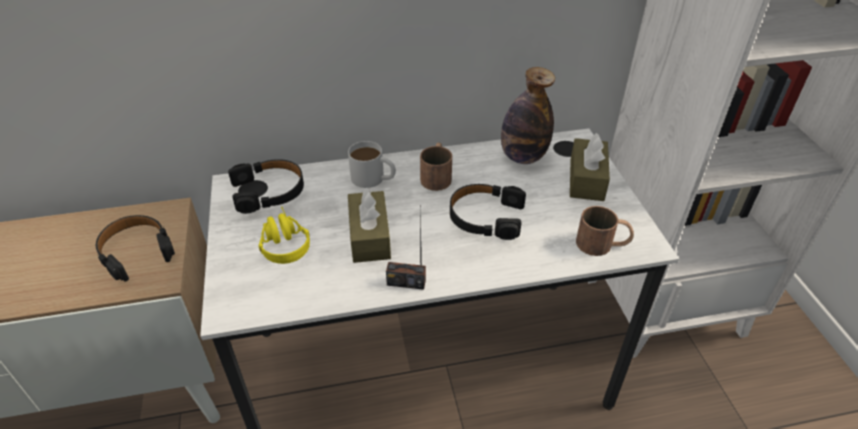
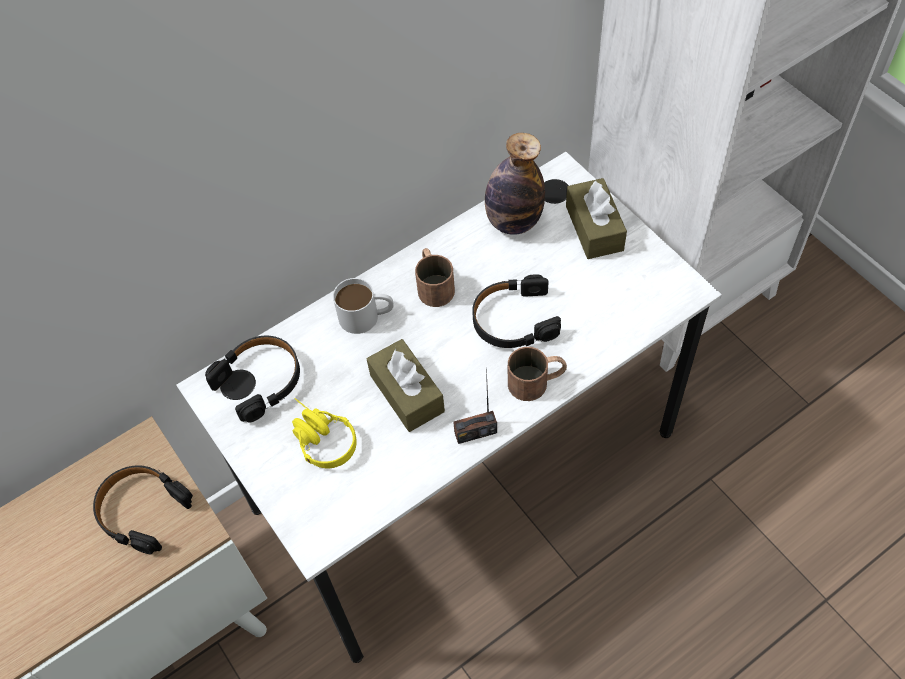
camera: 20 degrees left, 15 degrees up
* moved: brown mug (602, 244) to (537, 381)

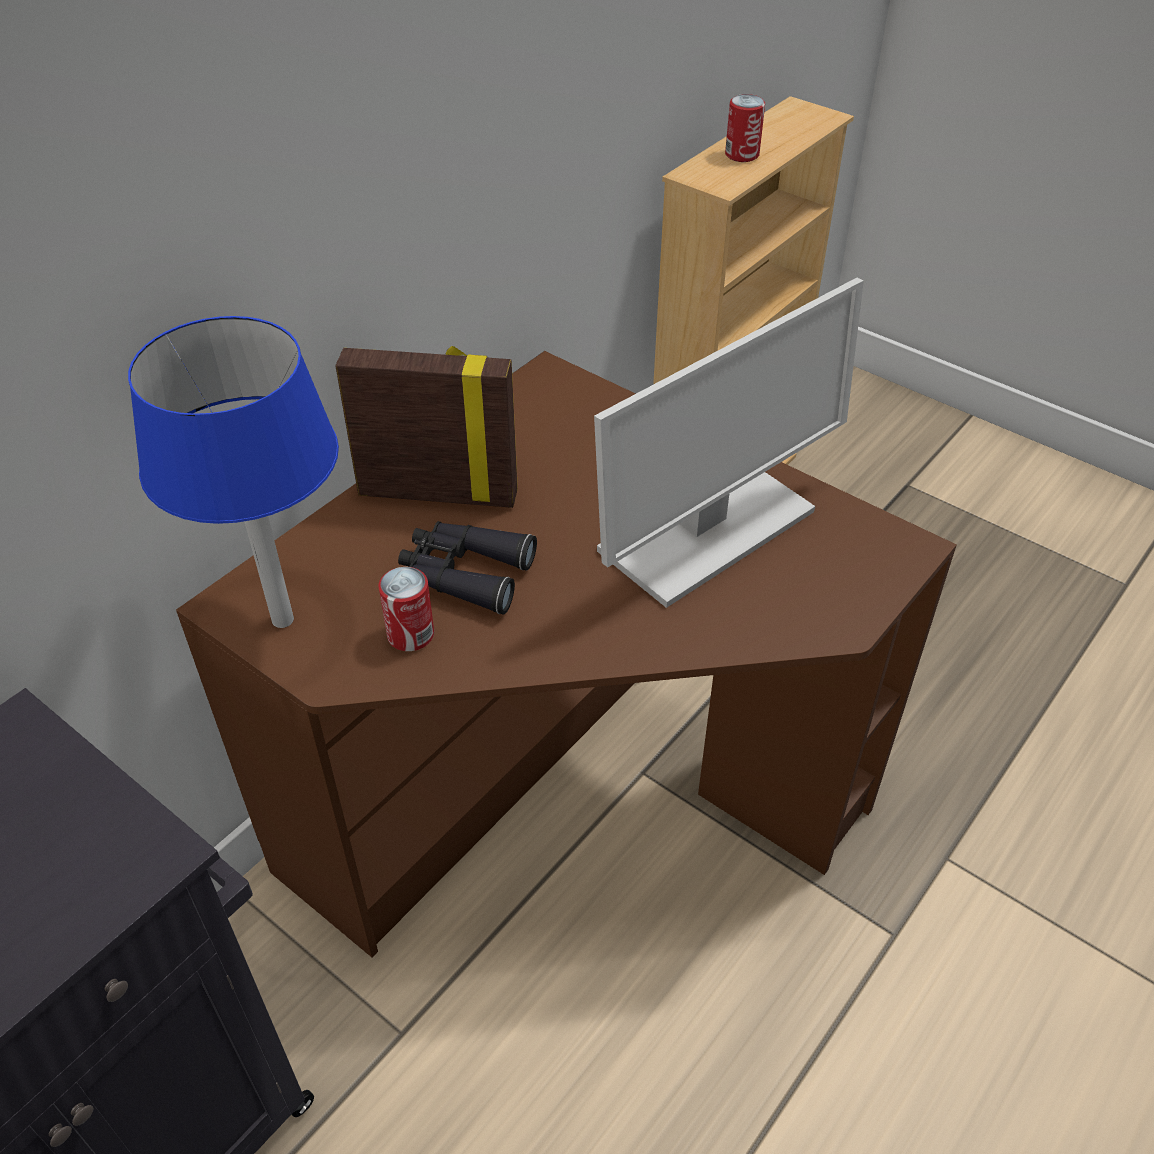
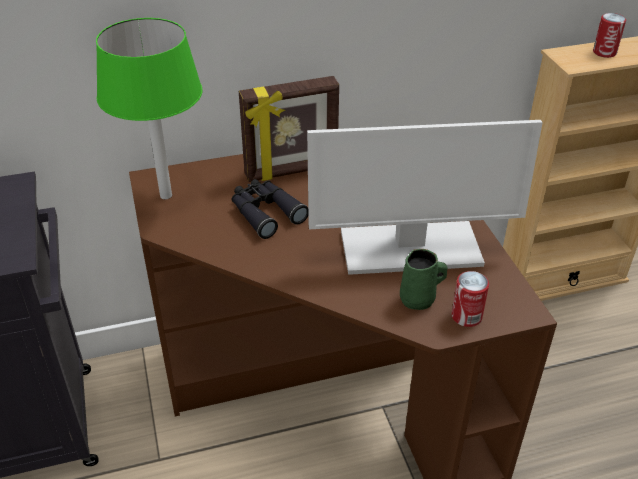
camera: 35 degrees right, 5 degrees down
* recoloured: blue table lamp (283, 620) to green table lamp (166, 196)
* turned: picture frame (438, 492) = (291, 171) 120 degrees clockwise
* moved: can (410, 634) to (466, 316)
* added: green mug (419, 299)

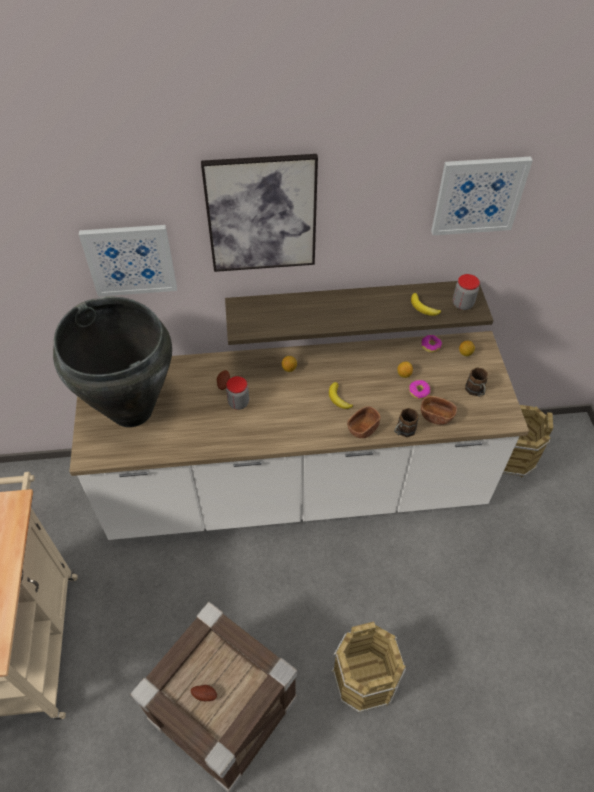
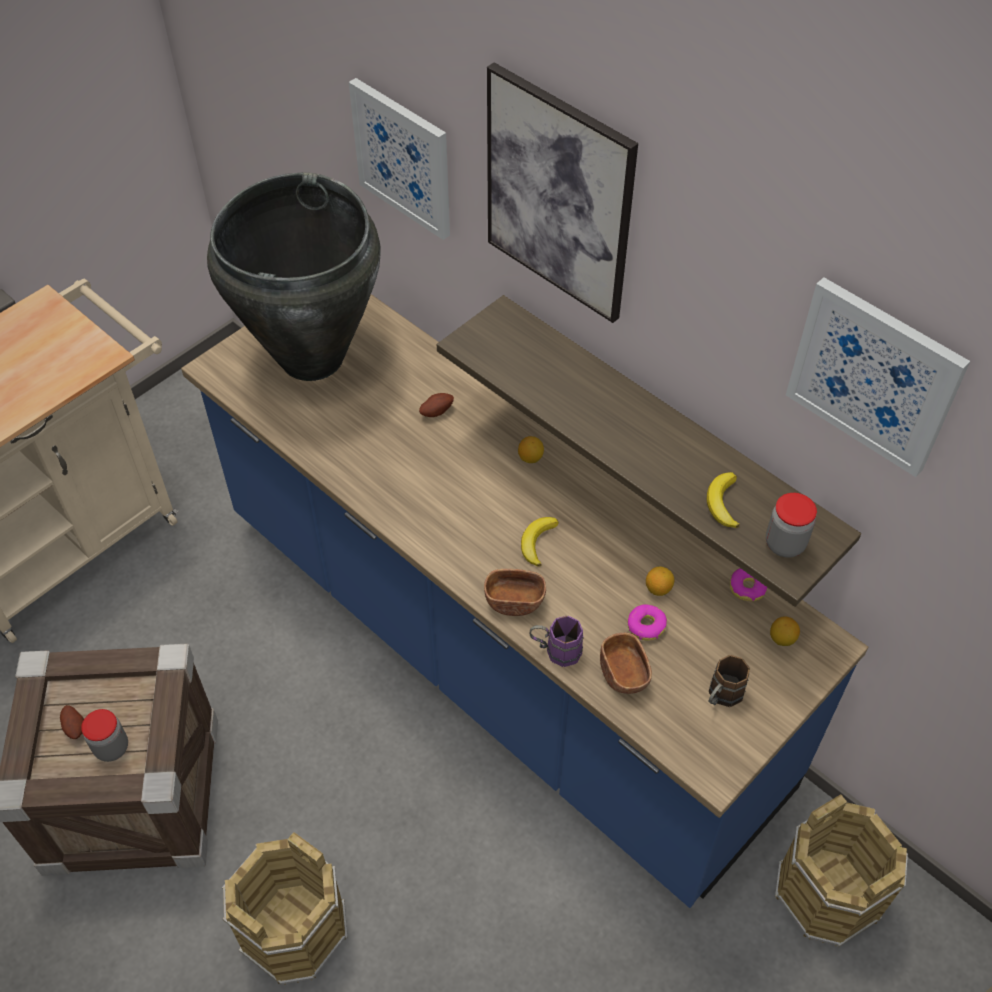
camera: 50 degrees right, 0 degrees up
* recoloured: white counter (296, 487) to blue counter (496, 651)
* moved: jar (238, 403) to (111, 748)
* recoloured: brown mug (403, 432) to purple mug (555, 650)

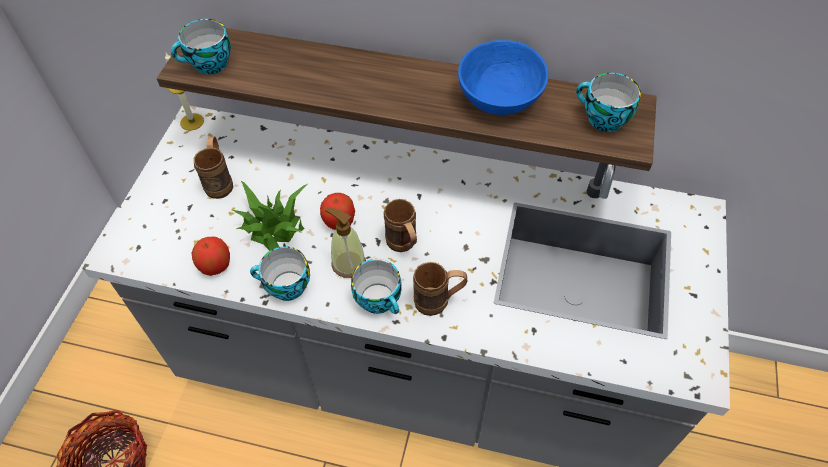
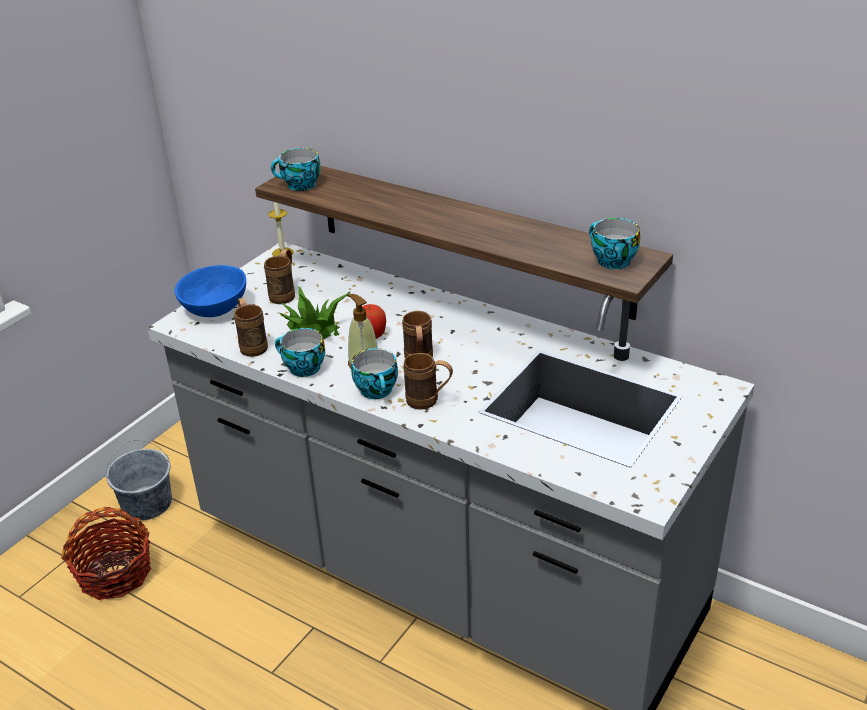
camera: 20 degrees right, 20 degrees down
* moved: blue bowl (498, 97) to (215, 308)
* replaced: apple (215, 266) to brown mug (252, 345)
* added: grey bucket (146, 504)

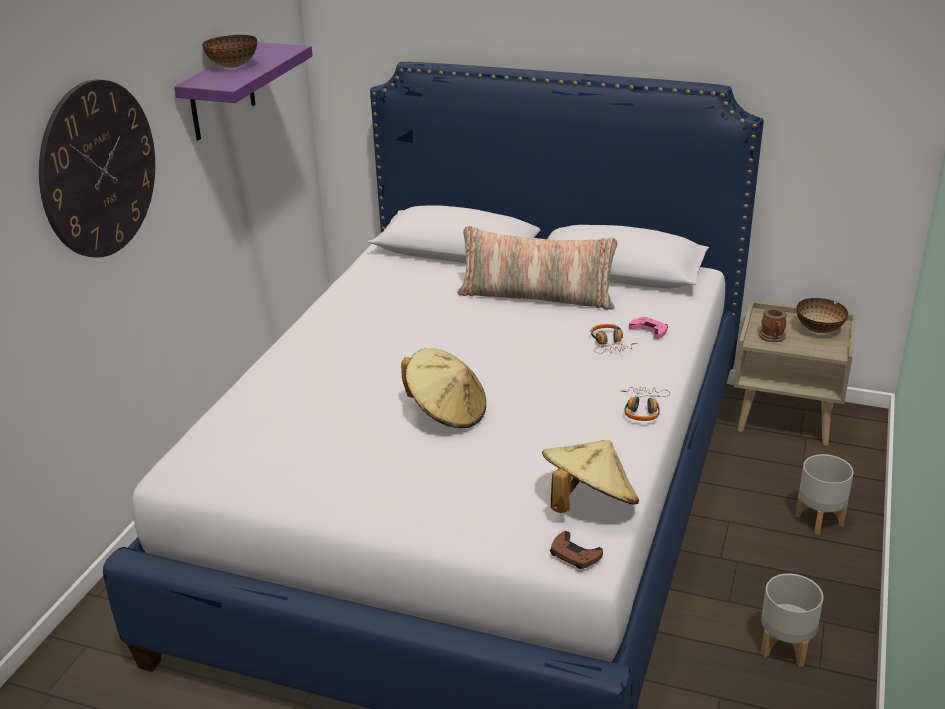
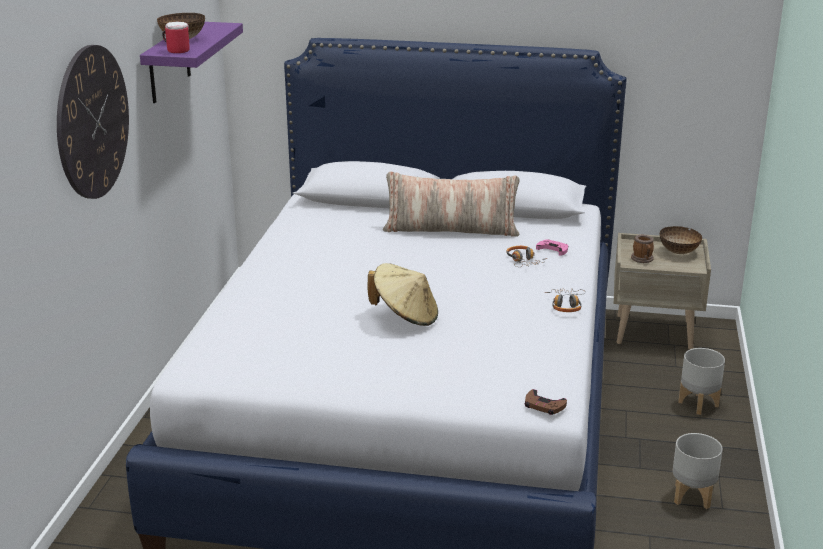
camera: 10 degrees left, 5 degrees down
* removed: beige hat (588, 503)
* added: mug (176, 50)

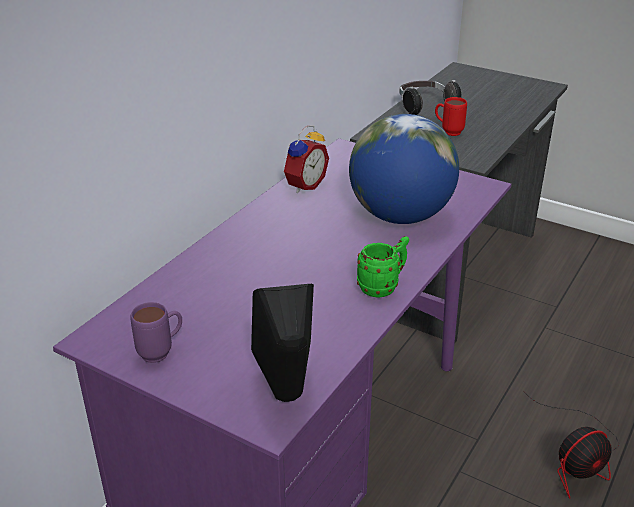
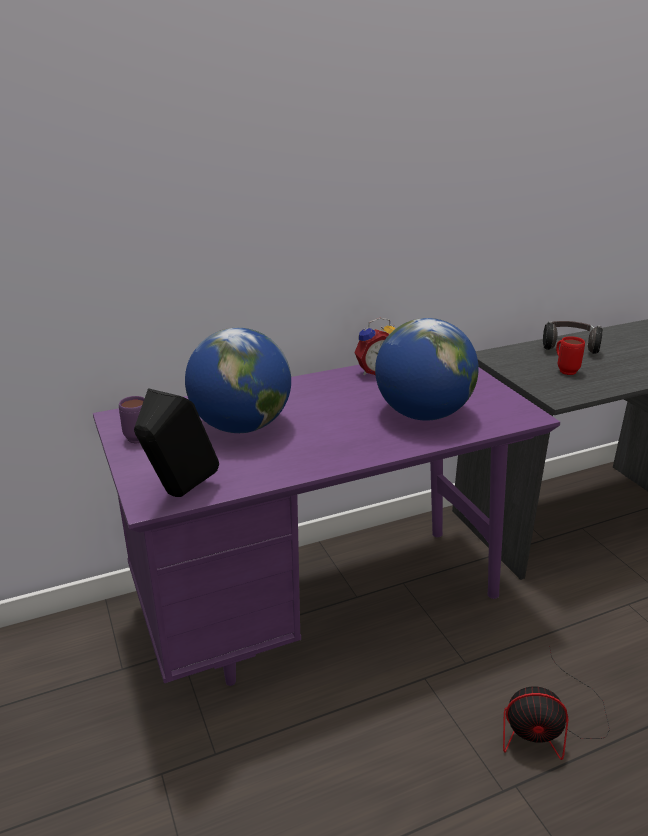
camera: 35 degrees right, 5 degrees down
* removed: green mug (383, 287)
* added: globe (241, 426)

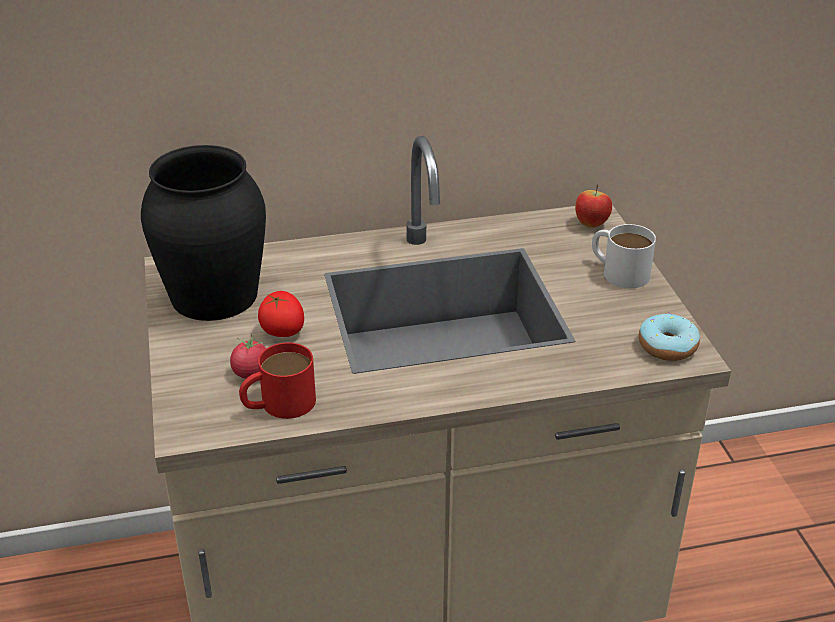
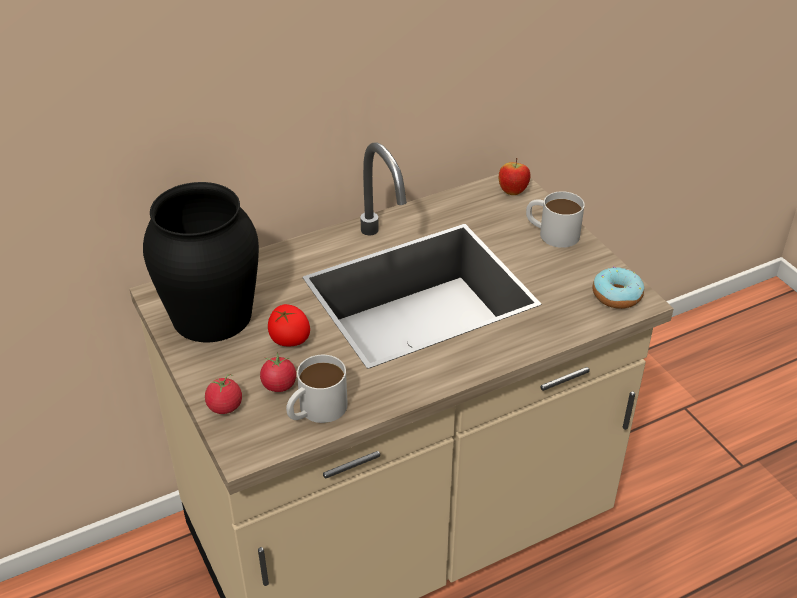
camera: 15 degrees left, 5 degrees up
* recoloured: red mug (278, 404) to white mug (315, 410)
* added: tomato (225, 406)

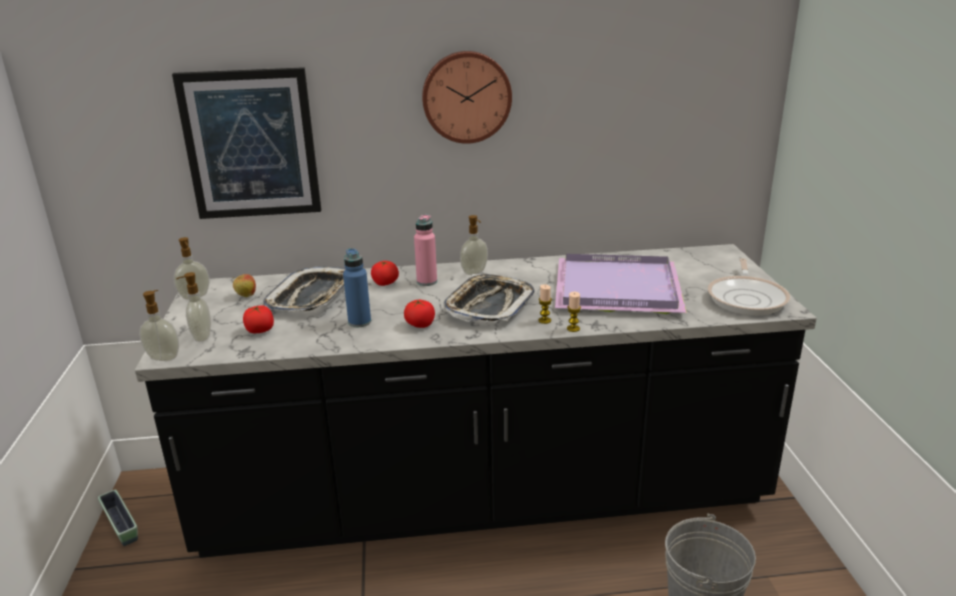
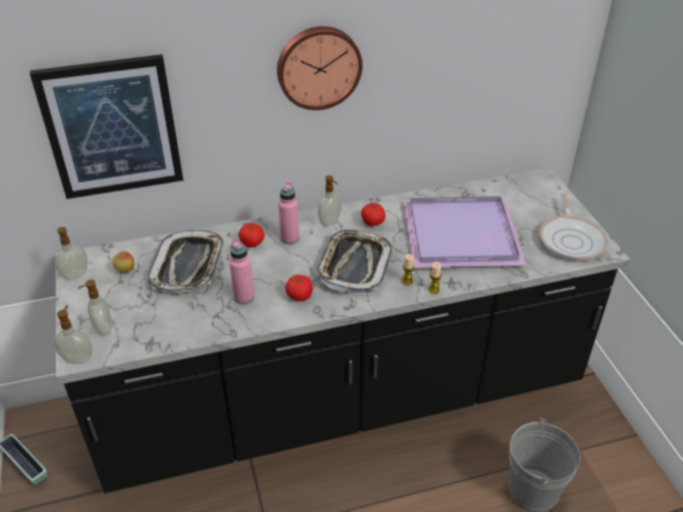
camera: 10 degrees left, 15 degrees up
* recoloured: blue bottle (359, 322) to pink bottle (244, 297)
* moved: tomato (260, 331) to (372, 222)

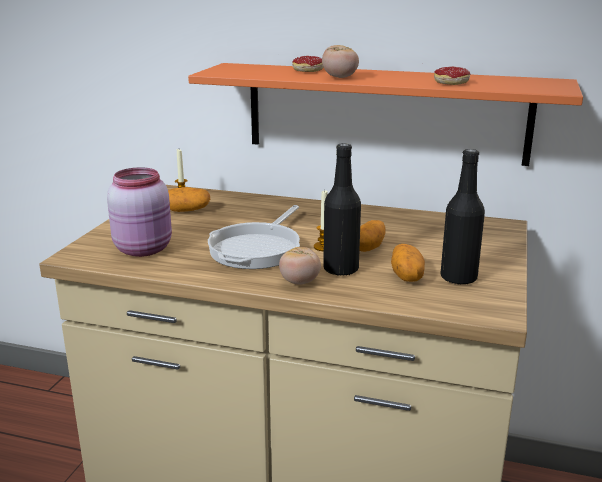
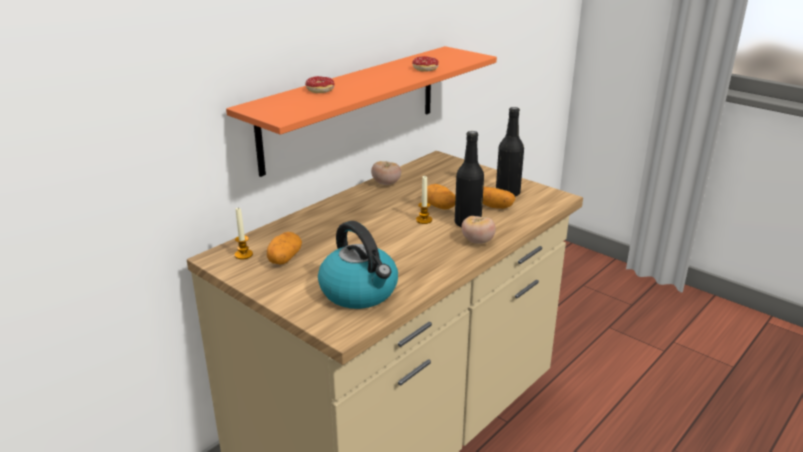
camera: 65 degrees left, 5 degrees up
* moved: tomato (340, 77) to (386, 183)
* replaced: pink jar (145, 249) to kettle (360, 292)
* removed: frying pan (258, 248)

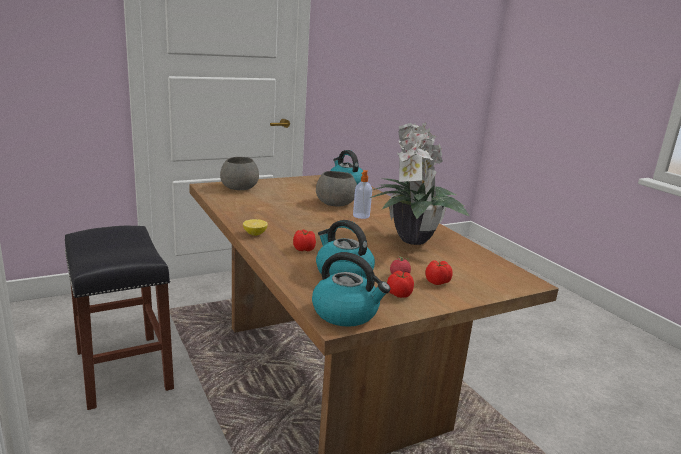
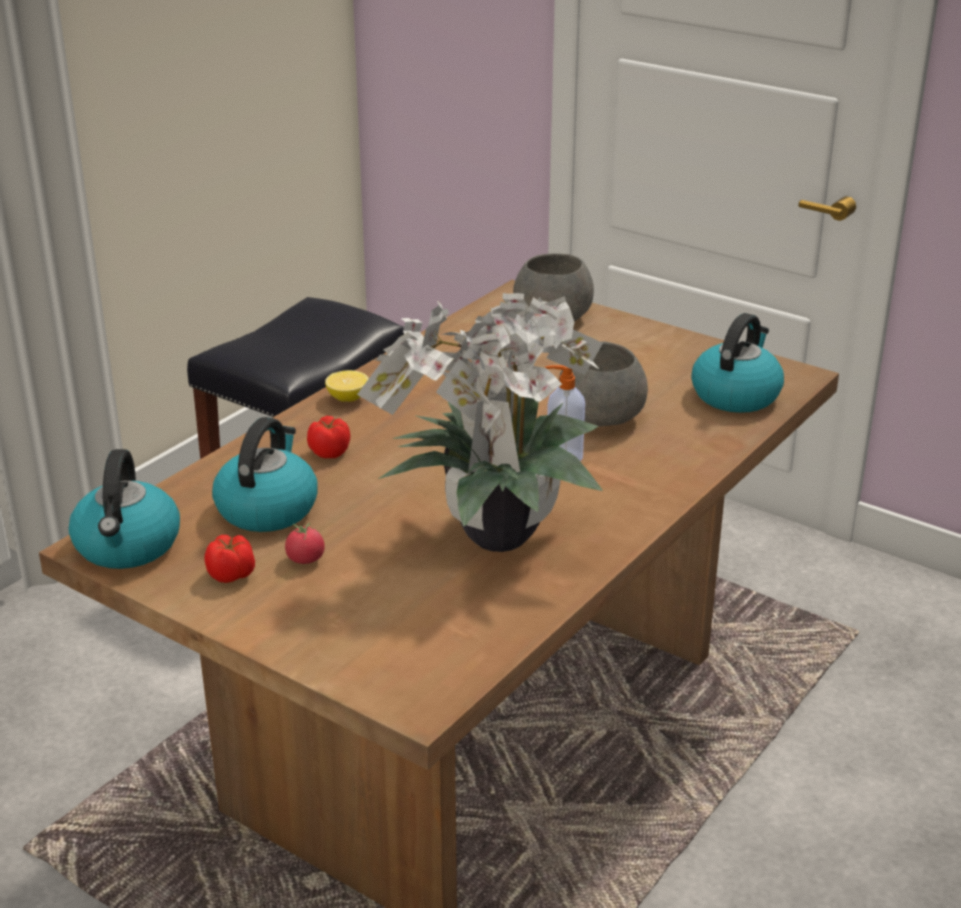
camera: 65 degrees right, 10 degrees up
* removed: tomato (437, 282)

